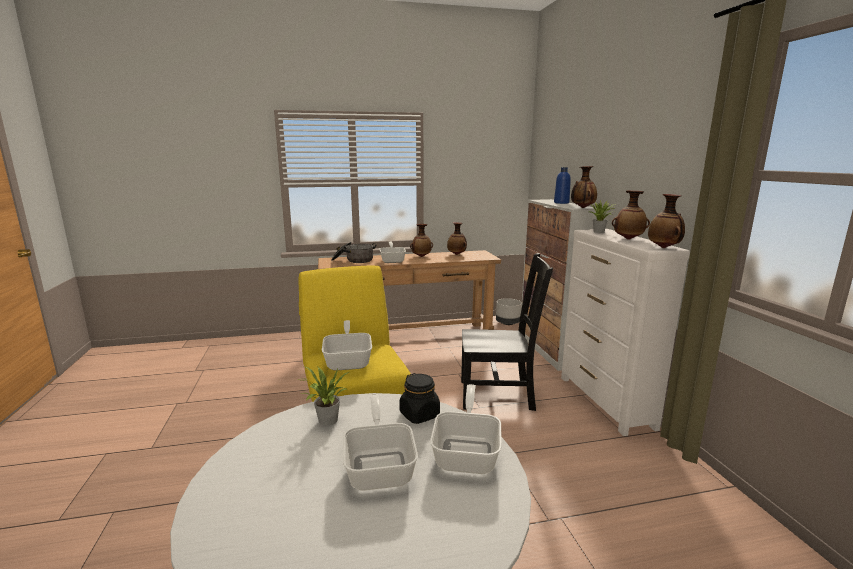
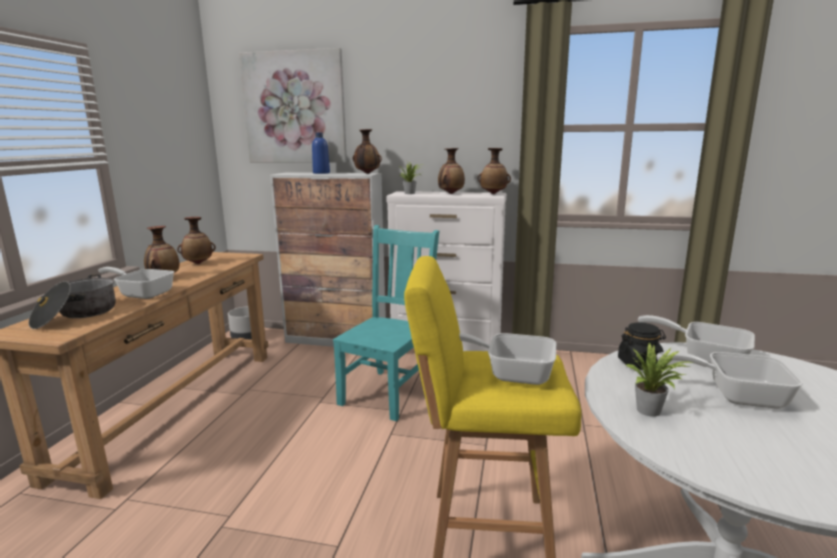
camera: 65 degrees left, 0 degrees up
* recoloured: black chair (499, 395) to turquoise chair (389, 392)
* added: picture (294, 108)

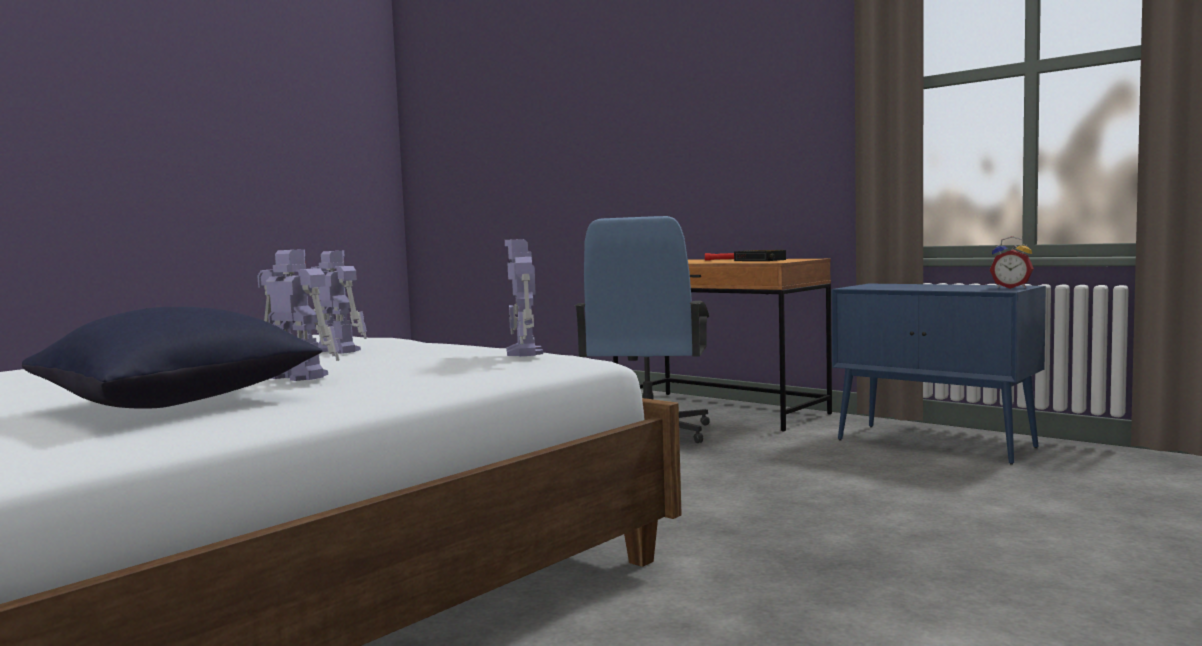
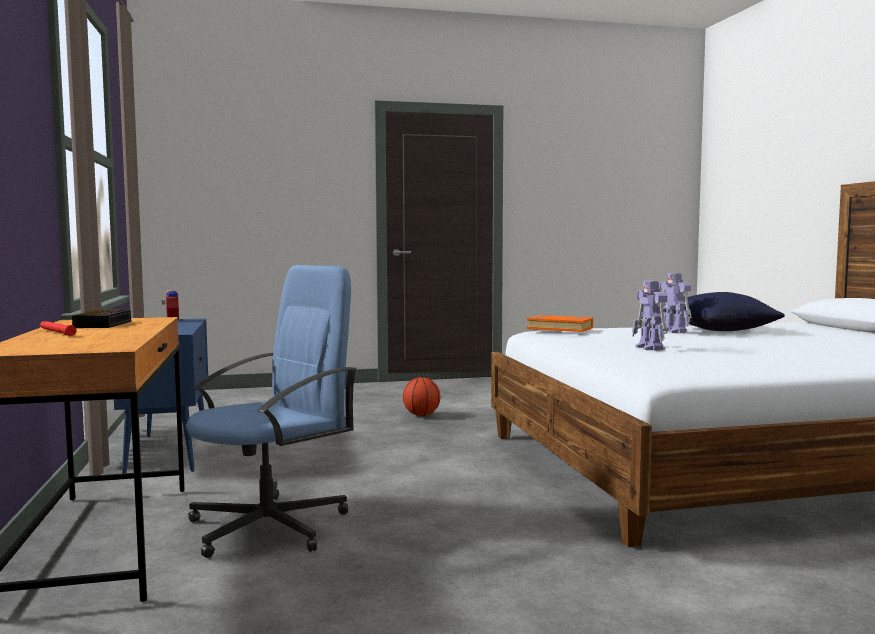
camera: 145 degrees left, 0 degrees up
* replaced: toy robot (524, 352) to orange book (560, 328)
* added: basketball (421, 415)

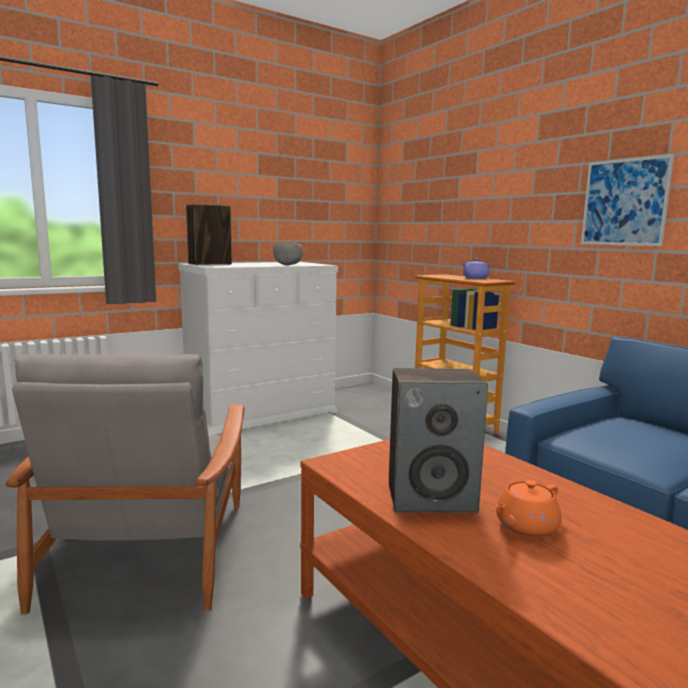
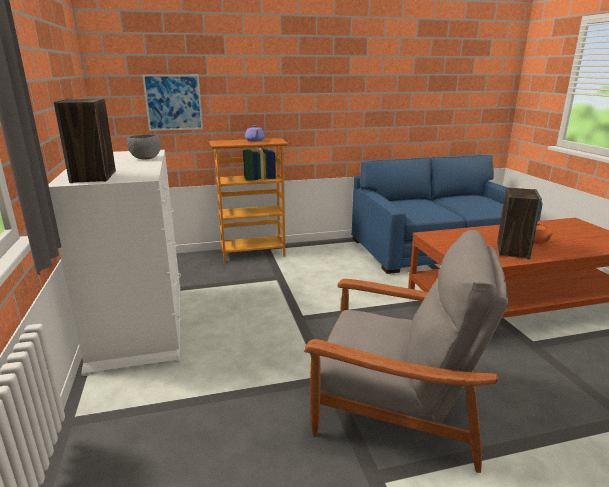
camera: 70 degrees left, 10 degrees up
* moved: picture (624, 202) to (173, 102)

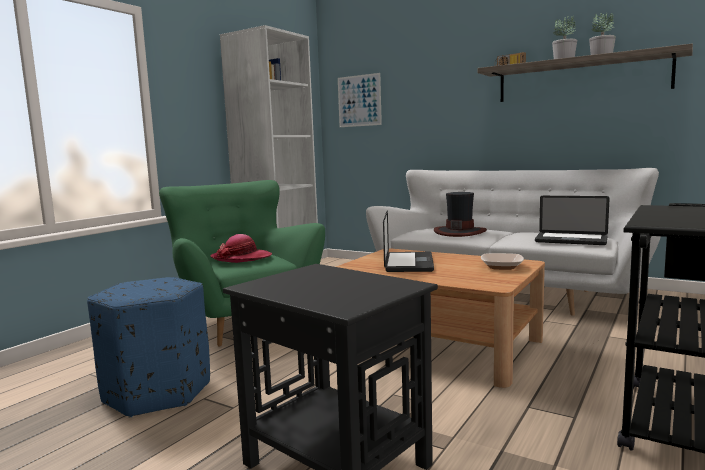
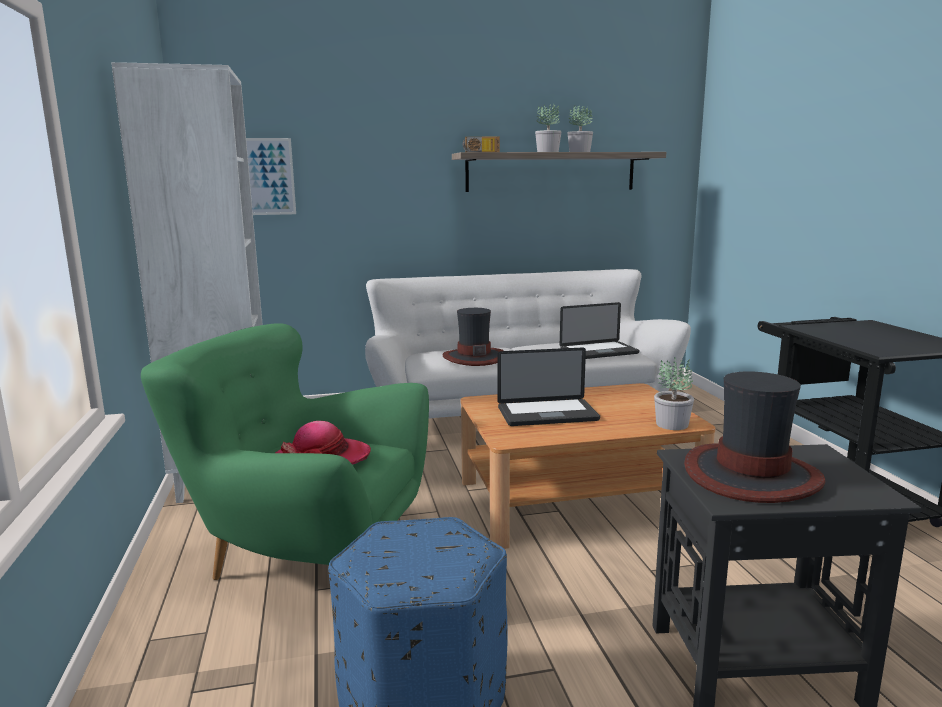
camera: 45 degrees left, 5 degrees up
* turned: laptop (409, 263) = (547, 414) 120 degrees clockwise
* removed: bowl (501, 267)
* added: potted plant (672, 424)
* added: hat (751, 475)

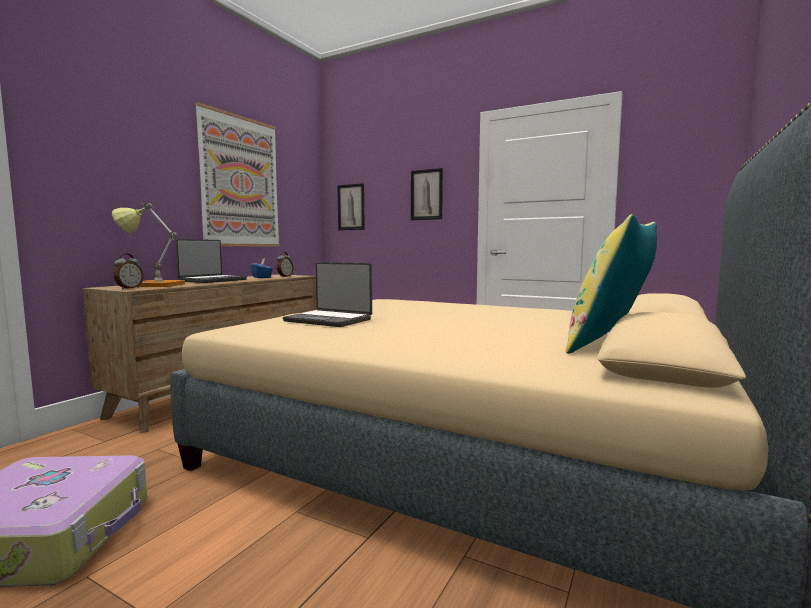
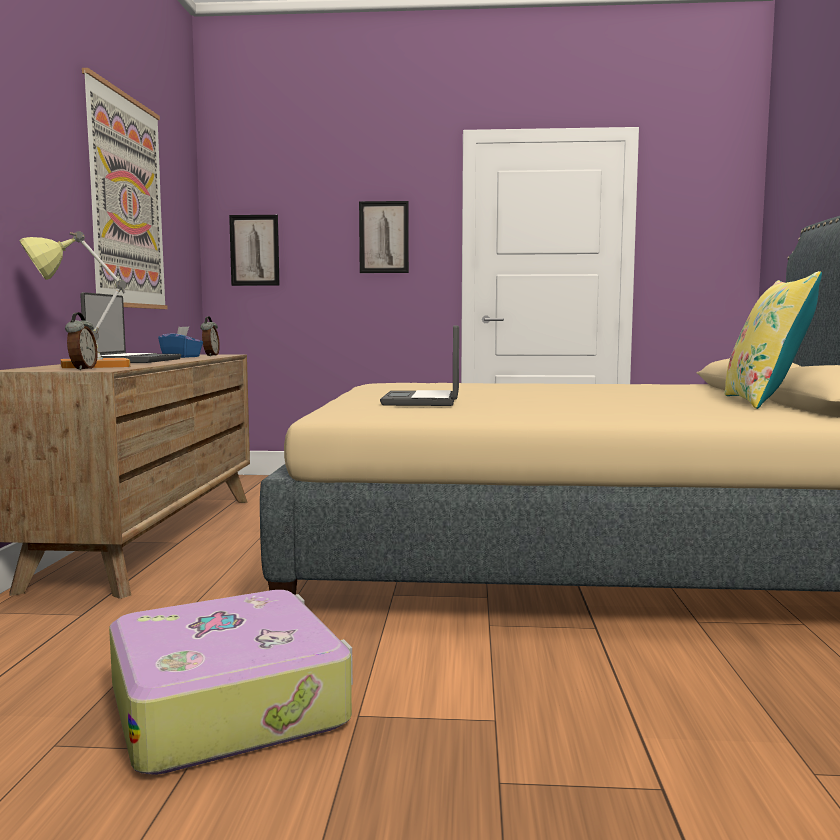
camera: 25 degrees left, 0 degrees up
* turned: laptop (329, 320) = (423, 401) 90 degrees clockwise

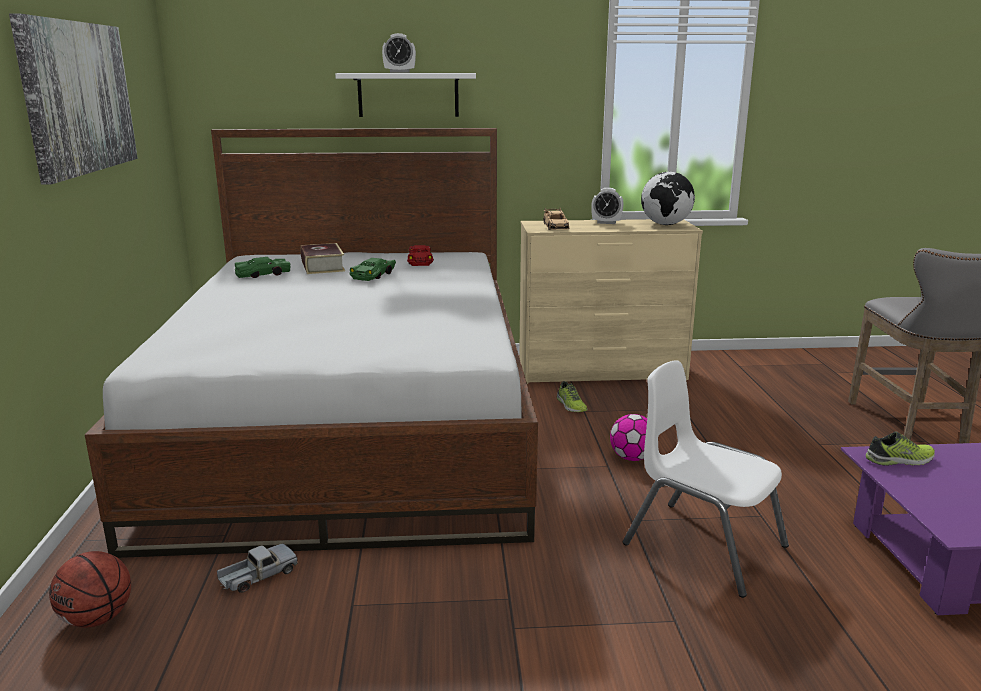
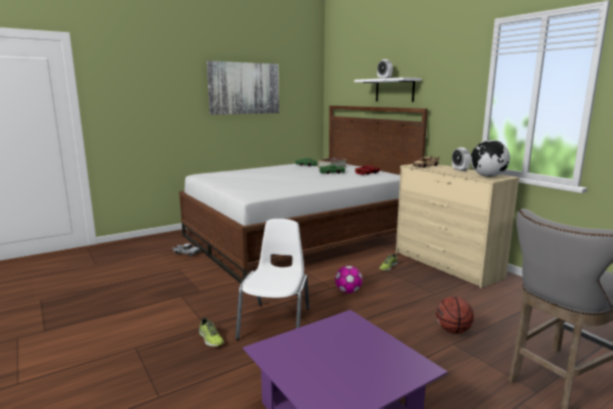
camera: 60 degrees right, 5 degrees down
* moved: shoe (900, 460) to (210, 339)
* moved: basketball (97, 619) to (453, 330)

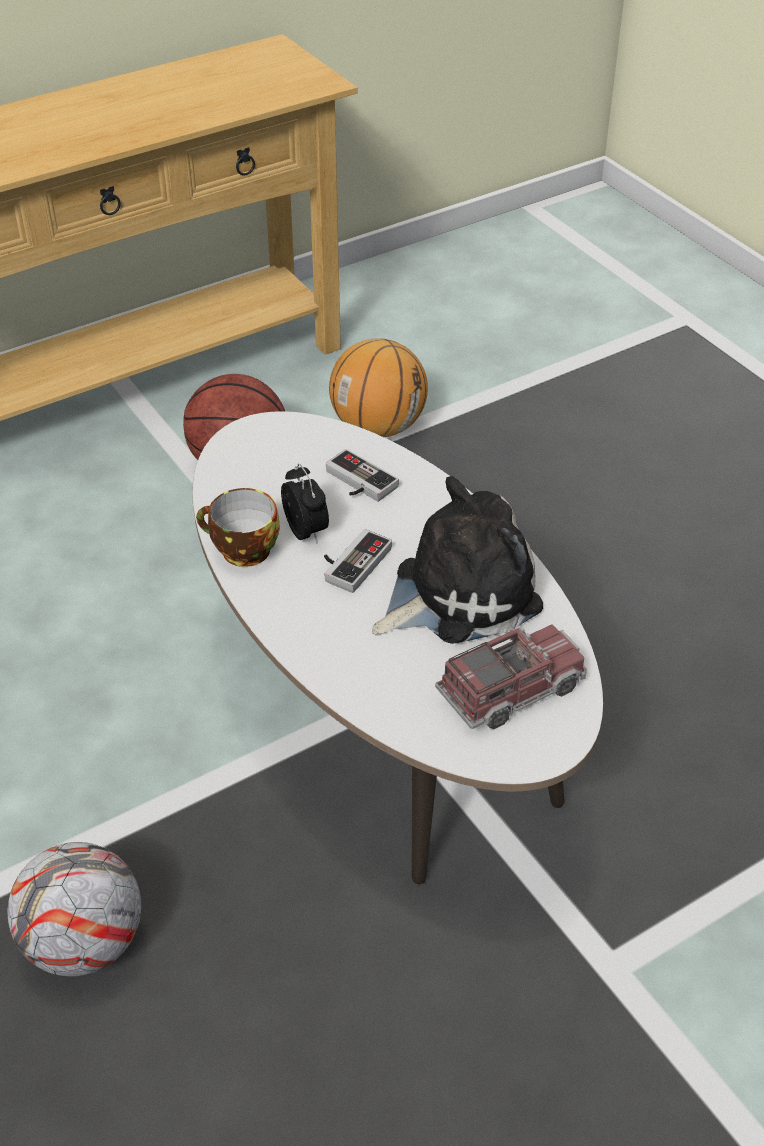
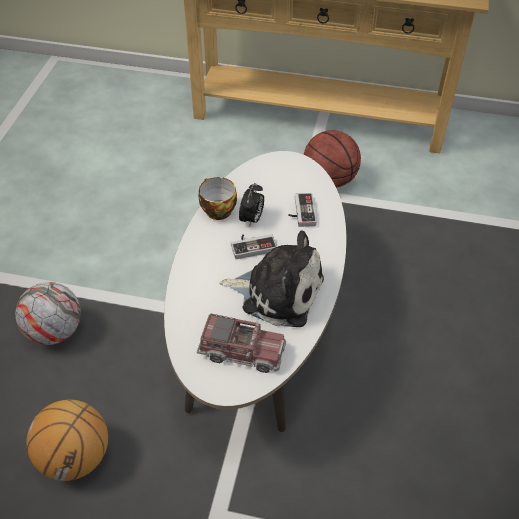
camera: 45 degrees right, 5 degrees up
* moved: basketball (378, 427) to (76, 457)

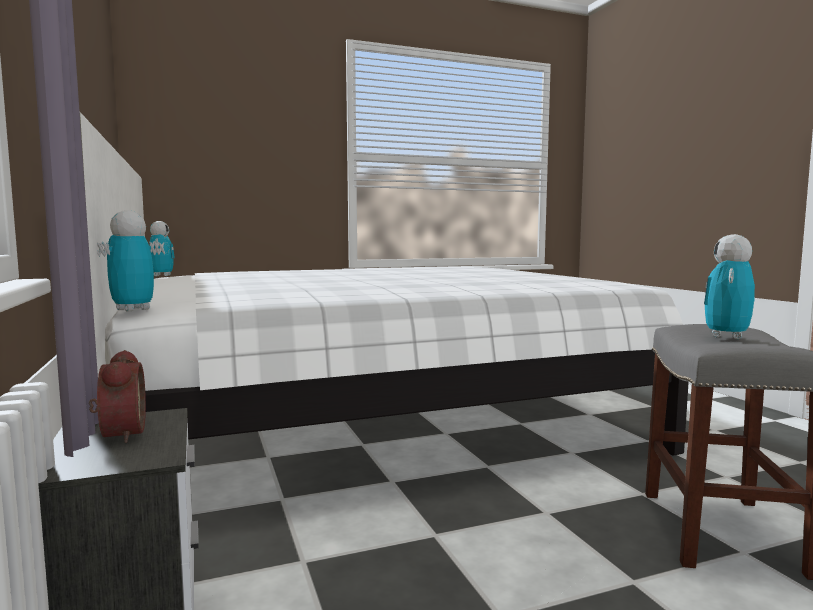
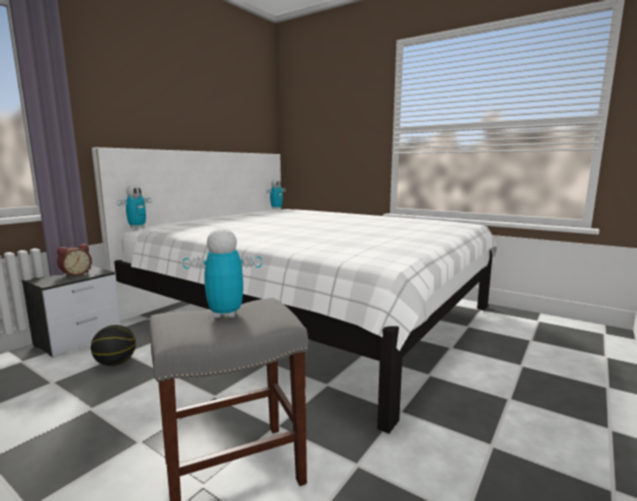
camera: 55 degrees right, 5 degrees up
* turned: toy robot (132, 309) = (137, 227) 120 degrees clockwise
* added: basketball (115, 363)

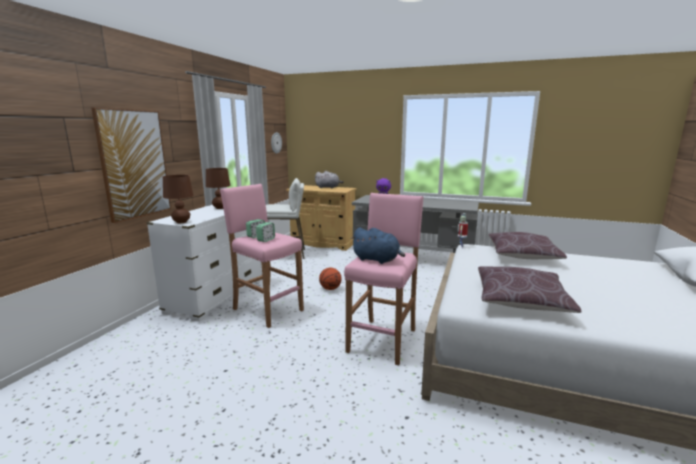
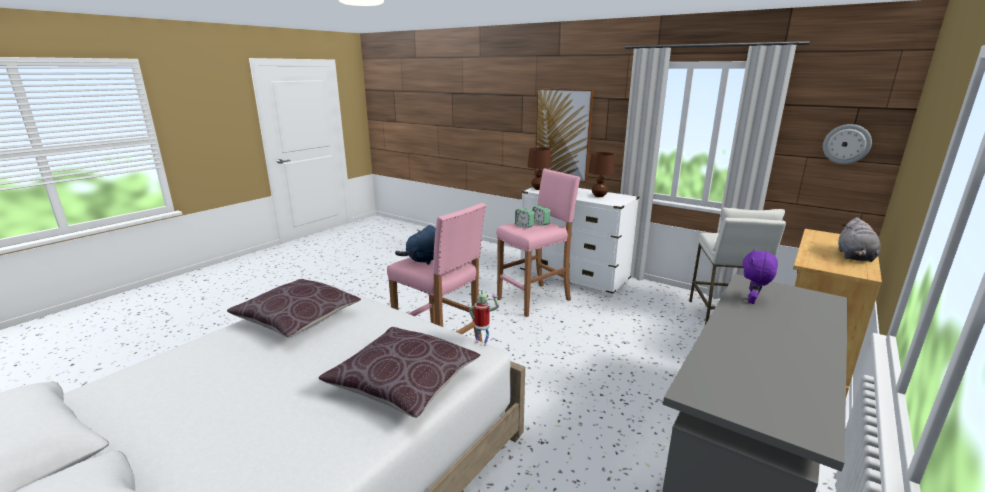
camera: 105 degrees right, 5 degrees up
* removed: basketball (330, 288)

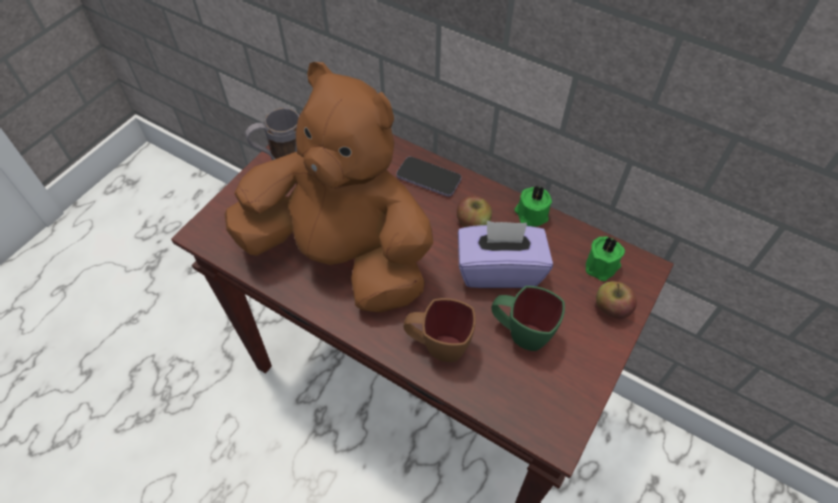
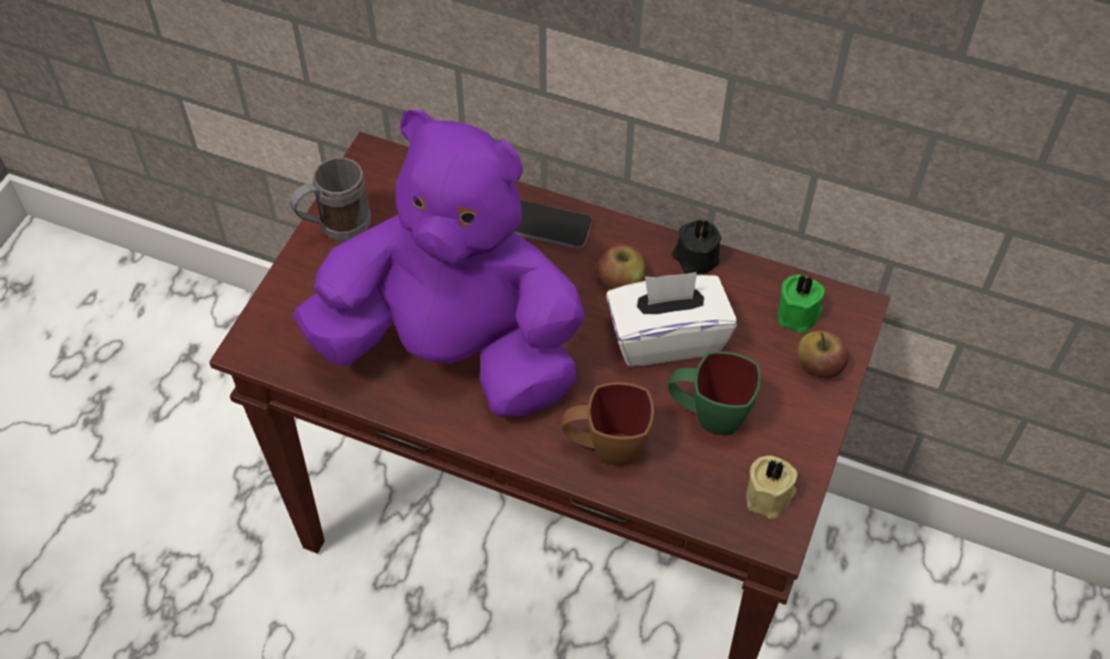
camera: 10 degrees left, 0 degrees up
* recoloured: brown plush toy (343, 256) to purple plush toy (454, 351)
* recoloured: green candle (531, 214) to black candle (695, 258)
* recoloured: purple tissue box (499, 269) to white tissue box (666, 337)
* added: beige candle (770, 496)

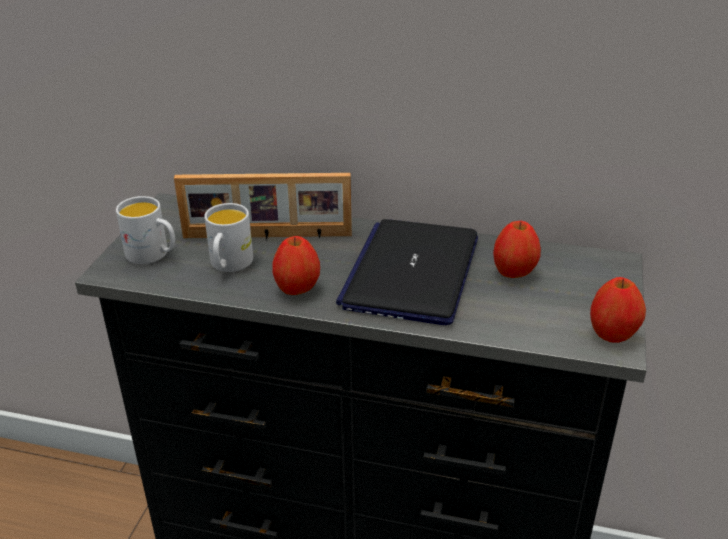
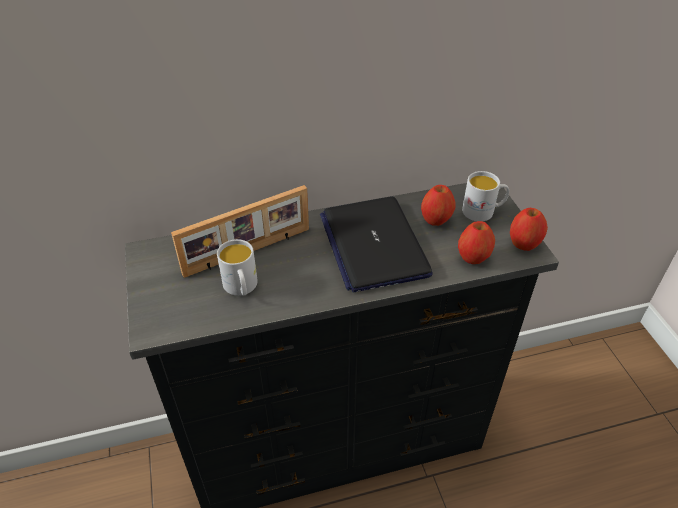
camera: 30 degrees left, 10 degrees up
* moved: white mug (153, 255) to (483, 211)
* moved: apple (297, 289) to (473, 258)

